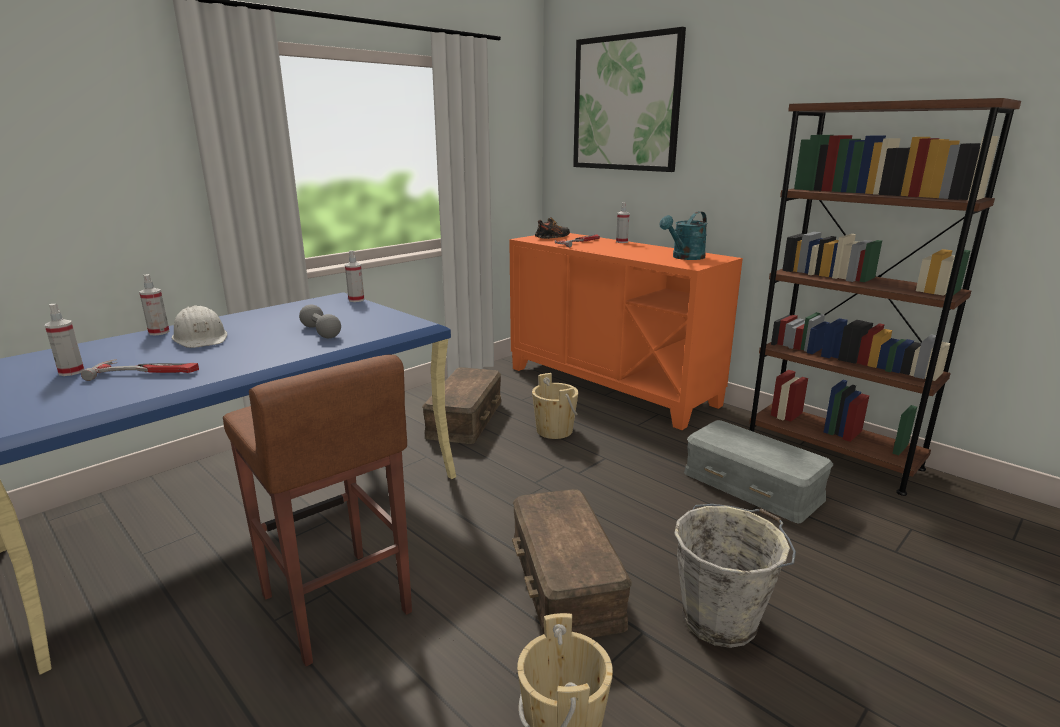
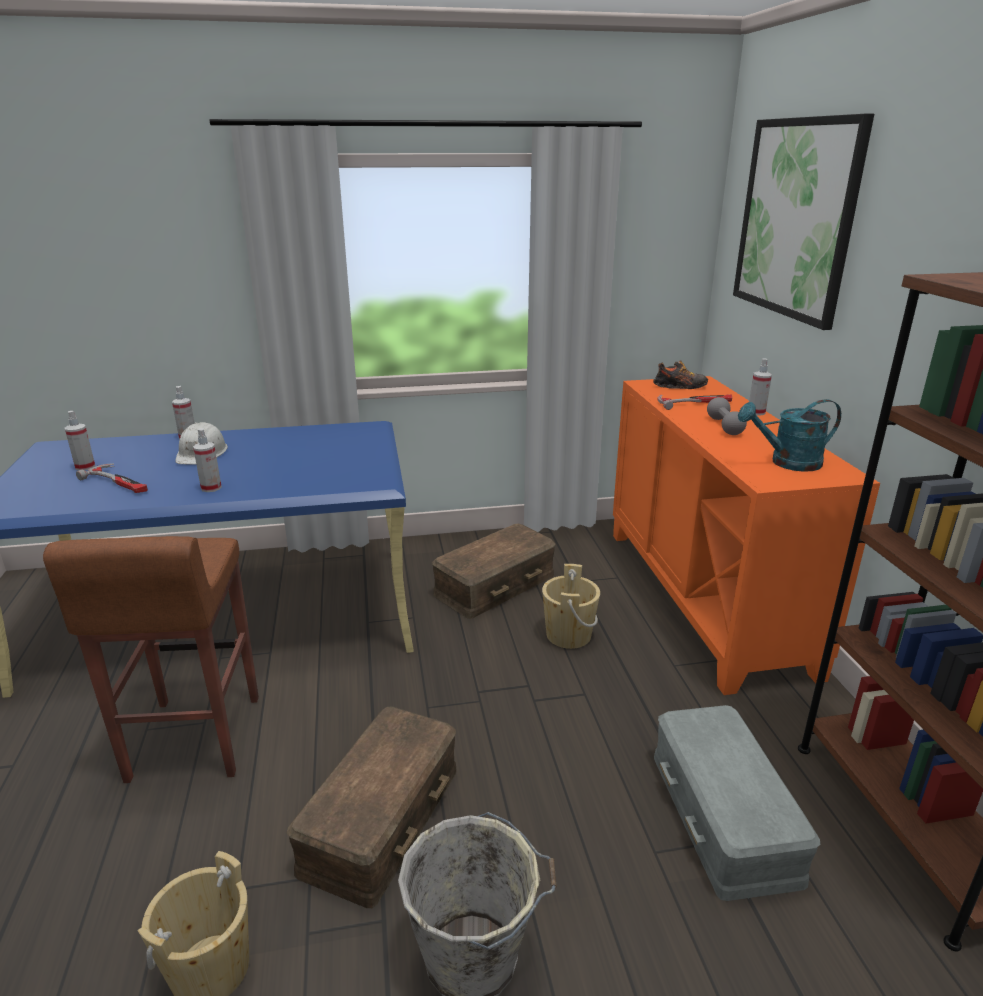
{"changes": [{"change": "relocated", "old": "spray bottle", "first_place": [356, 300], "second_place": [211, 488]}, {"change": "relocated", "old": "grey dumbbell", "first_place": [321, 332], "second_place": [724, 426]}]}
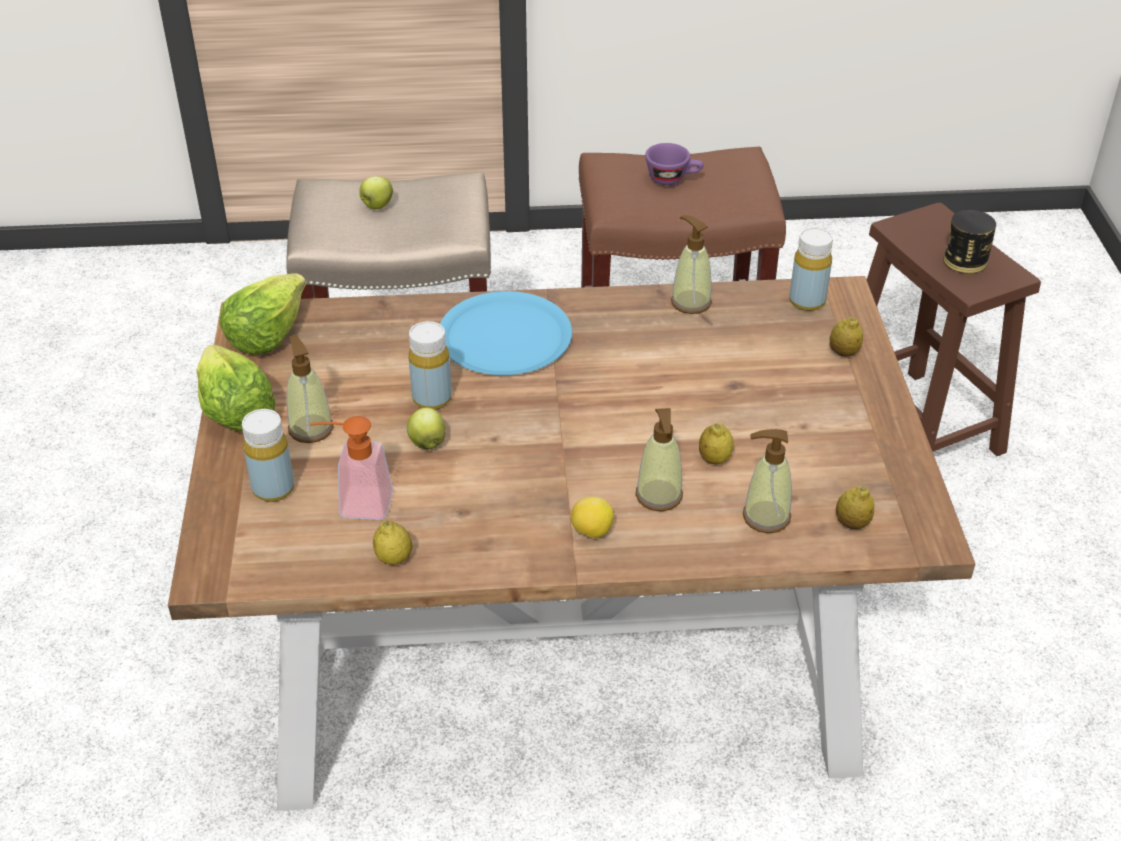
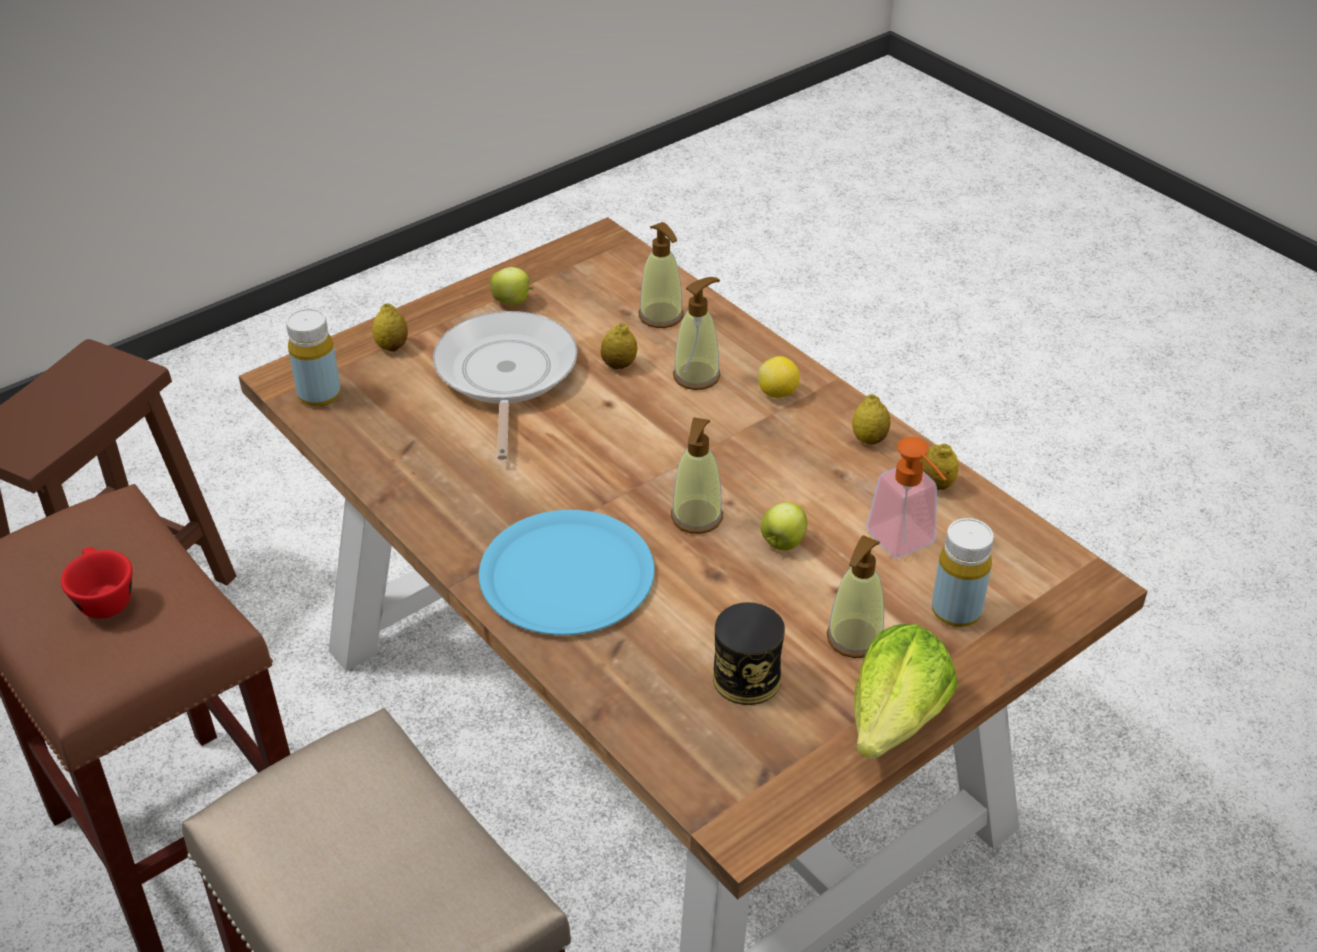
{"changes": [{"change": "colour", "old": "purple cup", "new": "red cup", "first_place": [673, 179], "second_place": [102, 597]}, {"change": "appeared", "new": "frying pan", "second_place": [505, 375]}, {"change": "relocated", "old": "apple", "first_place": [376, 206], "second_place": [513, 302]}, {"change": "relocated", "old": "soap dispenser", "first_place": [690, 302], "second_place": [696, 517]}, {"change": "relocated", "old": "can", "first_place": [965, 261], "second_place": [746, 678]}, {"change": "relocated", "old": "lemon", "first_place": [852, 523], "second_place": [869, 439]}, {"change": "missing", "old": "lettuce", "first_place": [266, 333]}, {"change": "missing", "old": "yellow bottle", "first_place": [432, 398]}]}
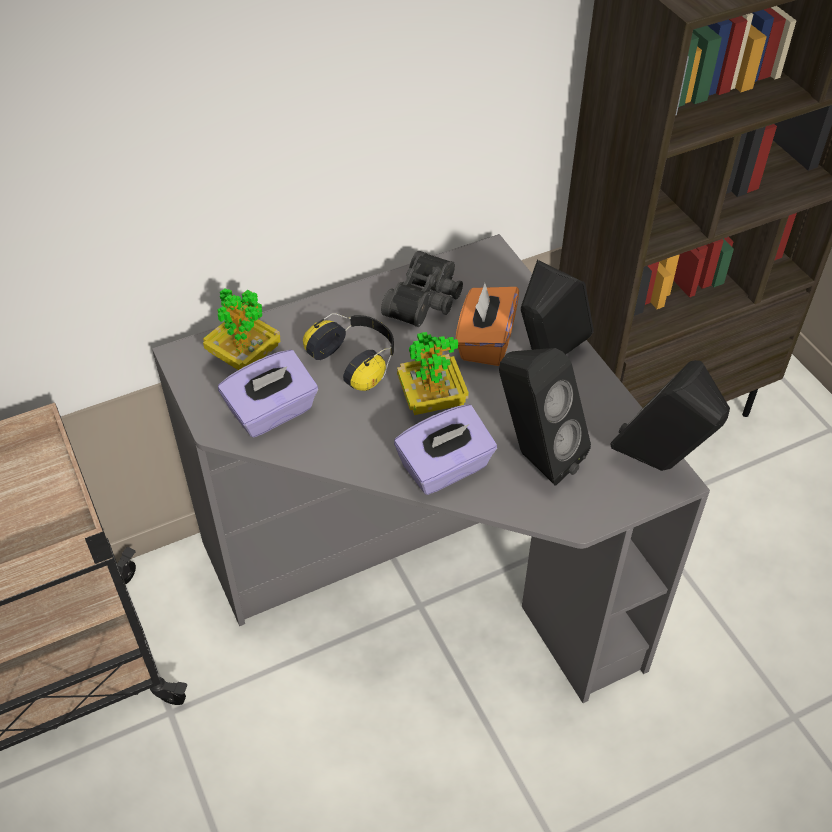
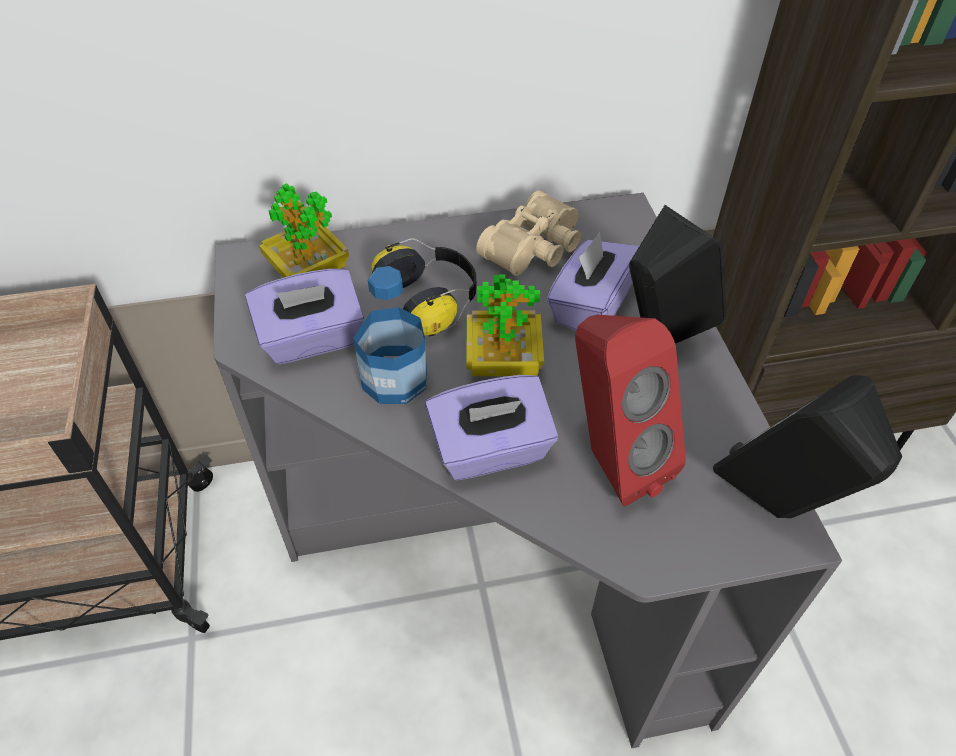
{"changes": [{"change": "appeared", "new": "bottle", "second_place": [395, 379]}, {"change": "colour", "old": "black binoculars", "new": "beige binoculars", "first_place": [427, 301], "second_place": [536, 249]}, {"change": "colour", "old": "orange tissue box", "new": "purple tissue box", "first_place": [485, 341], "second_place": [590, 306]}, {"change": "colour", "old": "black speaker", "new": "red speaker", "first_place": [535, 456], "second_place": [610, 460]}]}
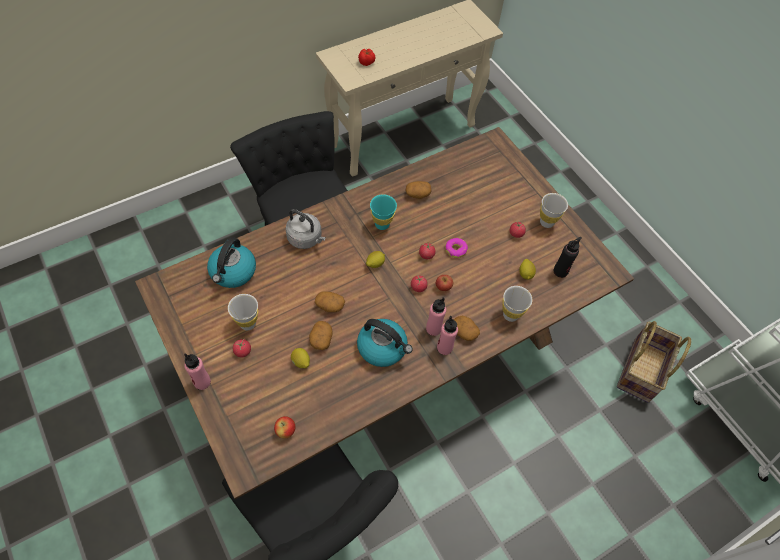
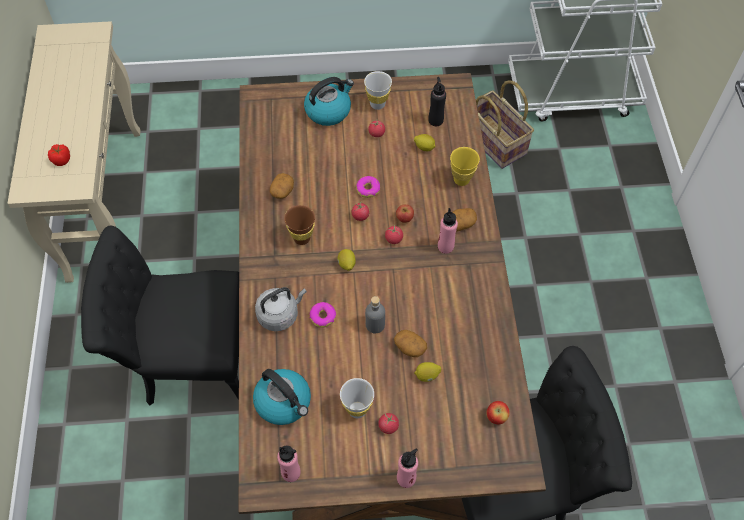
{"changes": [{"change": "relocated", "old": "pink bottle", "first_place": [444, 348], "second_place": [291, 473]}, {"change": "colour", "old": "turquoise cup", "new": "brown cup", "first_place": [382, 224], "second_place": [302, 238]}, {"change": "relocated", "old": "kettle", "first_place": [383, 348], "second_place": [328, 111]}, {"change": "appeared", "new": "donut", "second_place": [323, 316]}, {"change": "exchanged", "old": "potato", "new": "grey bottle", "first_place": [329, 306], "second_place": [375, 325]}, {"change": "colour", "old": "white cup", "new": "yellow cup", "first_place": [510, 315], "second_place": [461, 180]}]}
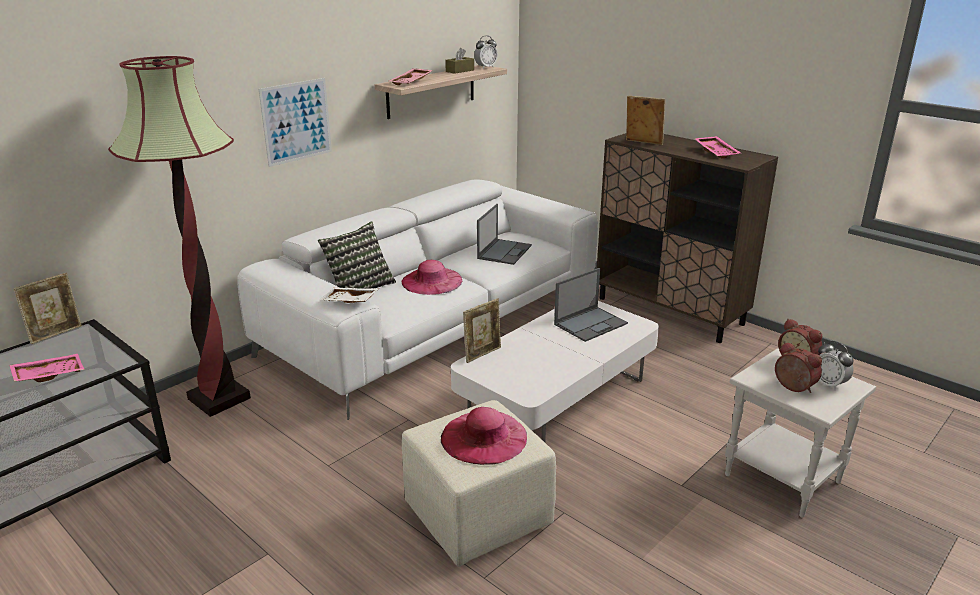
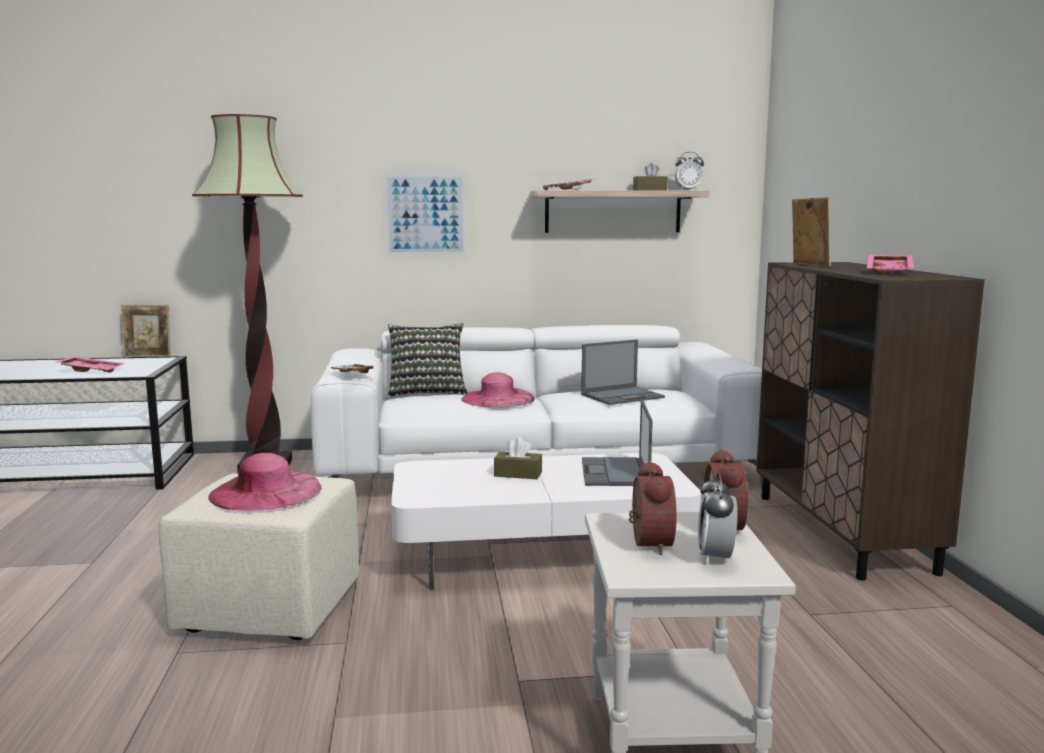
{"changes": [{"change": "appeared", "new": "brown tissue box", "second_place": [518, 474]}, {"change": "spun", "old": "laptop", "first_place": [591, 324], "second_place": [615, 473], "degrees": 90}, {"change": "missing", "old": "picture frame", "first_place": [482, 354]}]}
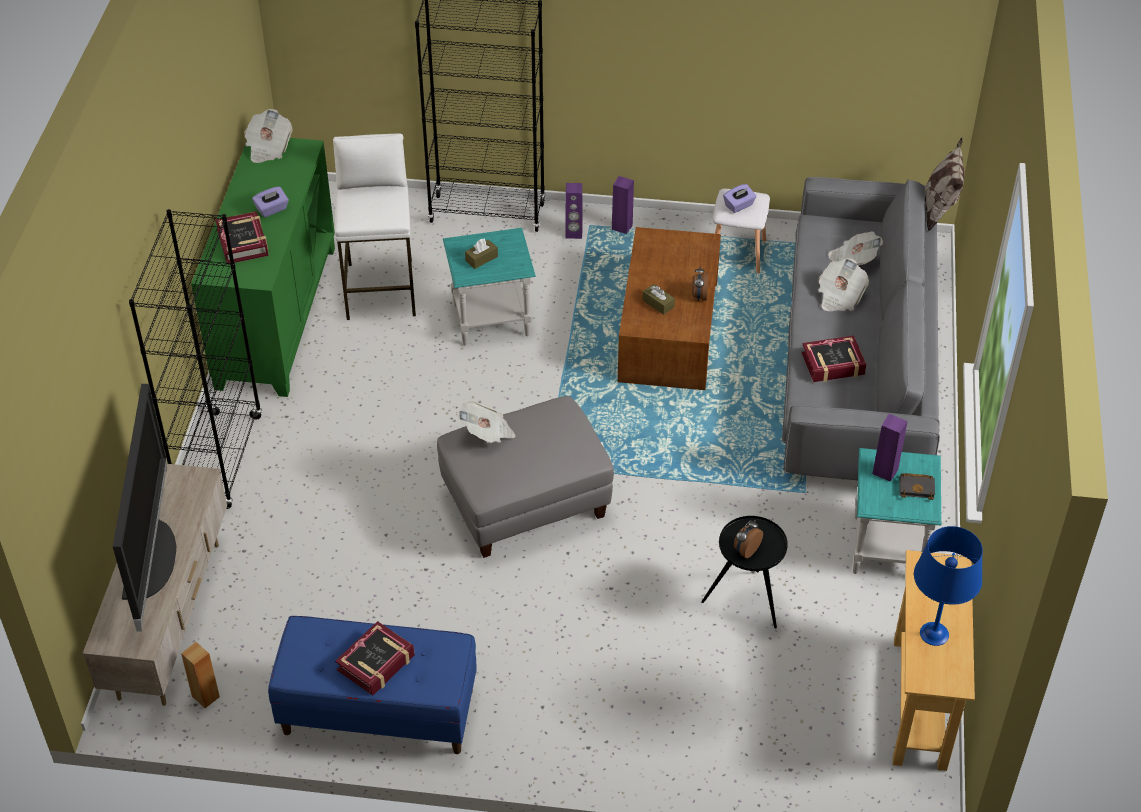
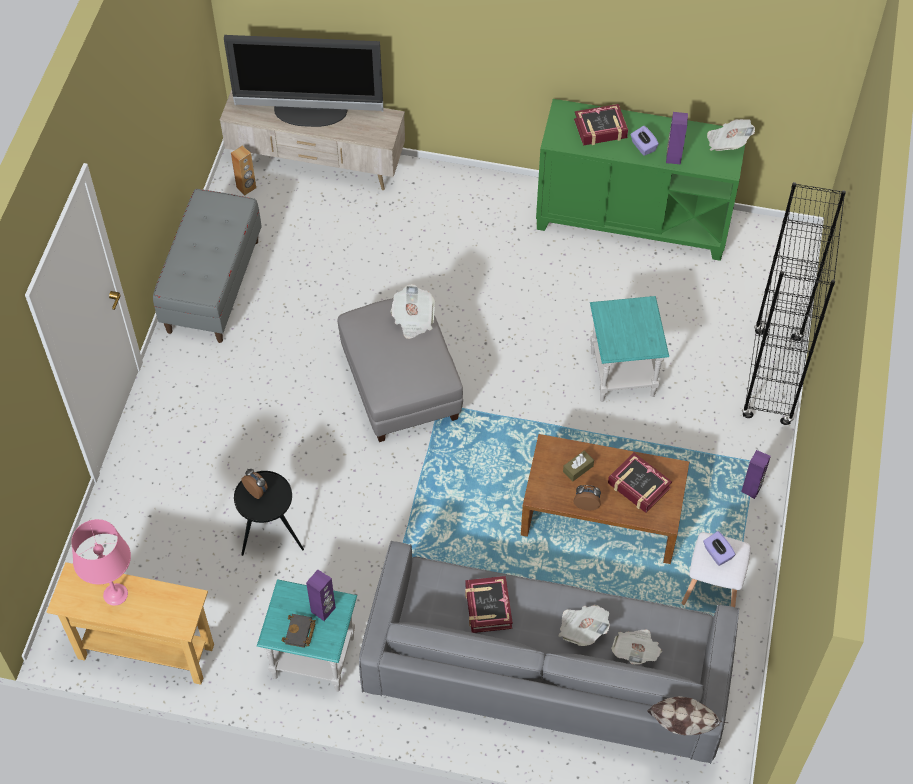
{"changes": [{"change": "colour", "old": "blue table lamp", "new": "pink table lamp", "first_place": [934, 633], "second_place": [115, 595]}, {"change": "colour", "old": "blue bench", "new": "grey bench", "first_place": [378, 712], "second_place": [213, 285]}, {"change": "relocated", "old": "book", "first_place": [376, 663], "second_place": [638, 486]}, {"change": "relocated", "old": "purple speaker", "first_place": [574, 233], "second_place": [673, 157]}, {"change": "missing", "old": "black bookcase", "first_place": [220, 460]}, {"change": "missing", "old": "white stool", "first_place": [381, 289]}, {"change": "missing", "old": "brown tissue box", "first_place": [481, 258]}]}
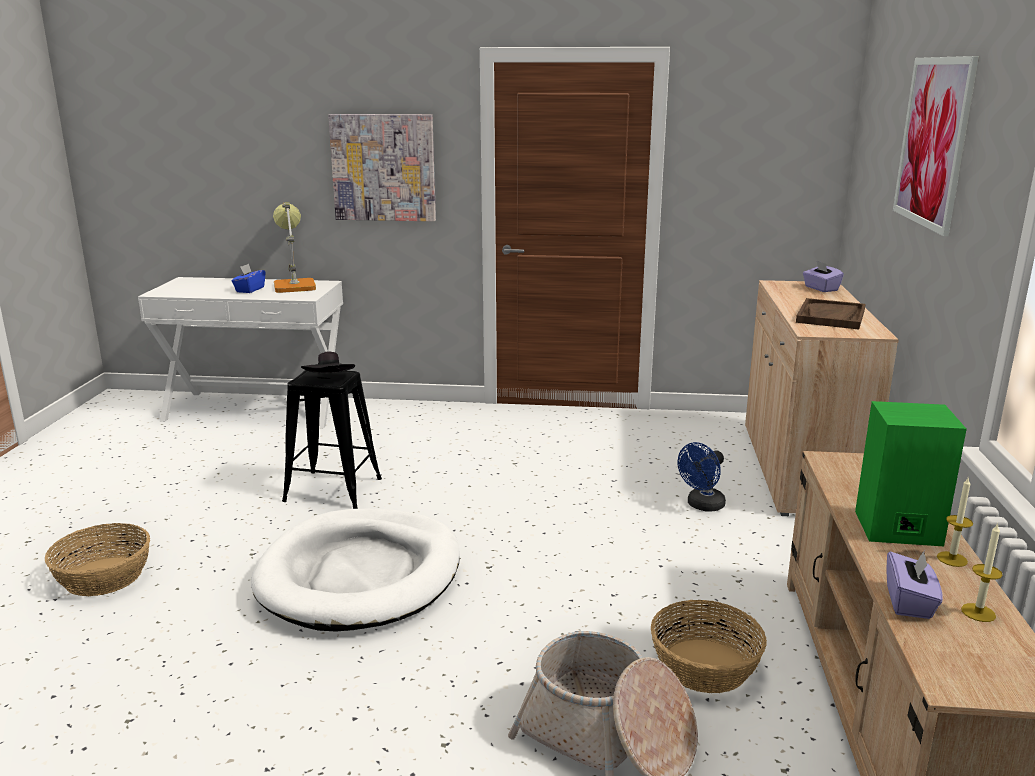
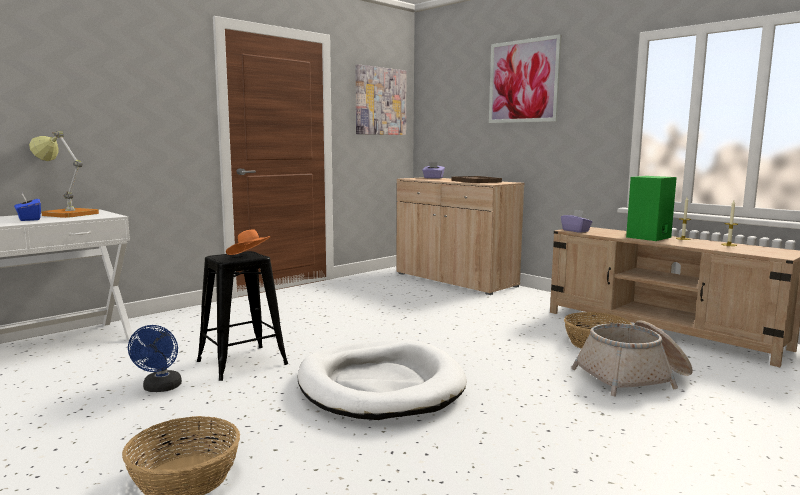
{"changes": [{"change": "relocated", "old": "blue fan", "first_place": [702, 506], "second_place": [160, 388]}, {"change": "colour", "old": "black hat", "new": "orange hat", "first_place": [330, 381], "second_place": [249, 256]}, {"change": "relocated", "old": "picture", "first_place": [383, 167], "second_place": [380, 101]}, {"change": "relocated", "old": "purple tissue box", "first_place": [909, 602], "second_place": [576, 231]}]}
